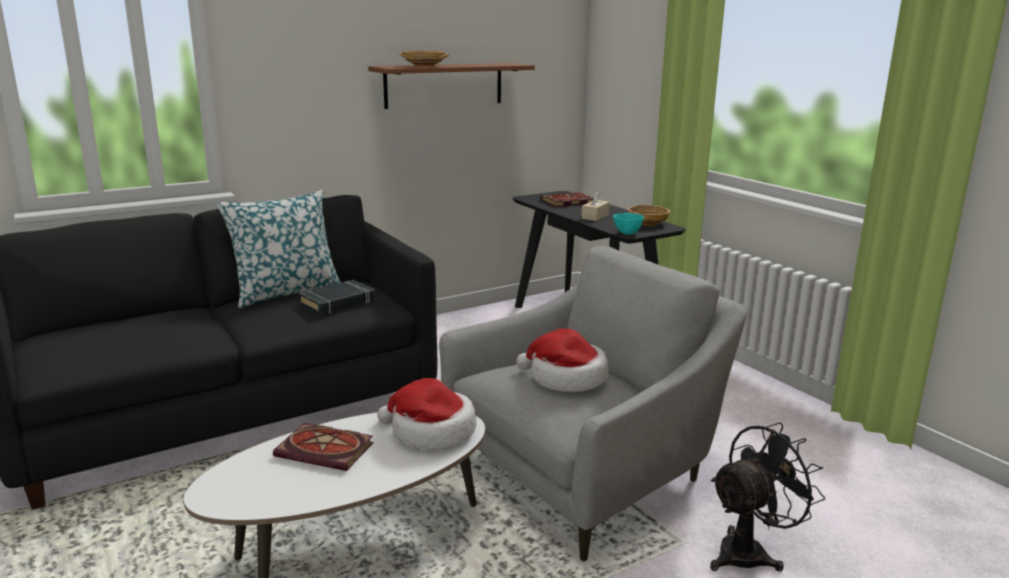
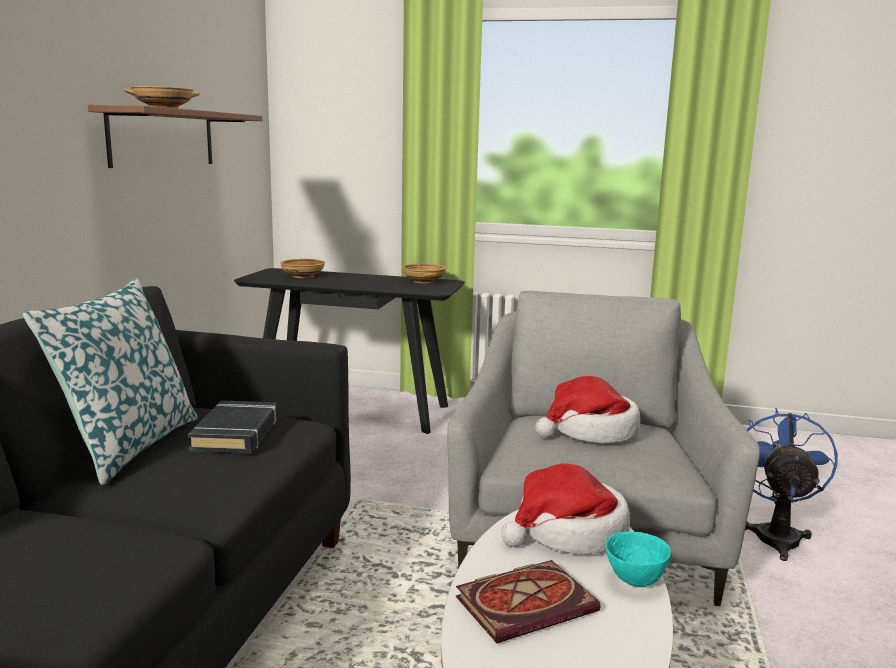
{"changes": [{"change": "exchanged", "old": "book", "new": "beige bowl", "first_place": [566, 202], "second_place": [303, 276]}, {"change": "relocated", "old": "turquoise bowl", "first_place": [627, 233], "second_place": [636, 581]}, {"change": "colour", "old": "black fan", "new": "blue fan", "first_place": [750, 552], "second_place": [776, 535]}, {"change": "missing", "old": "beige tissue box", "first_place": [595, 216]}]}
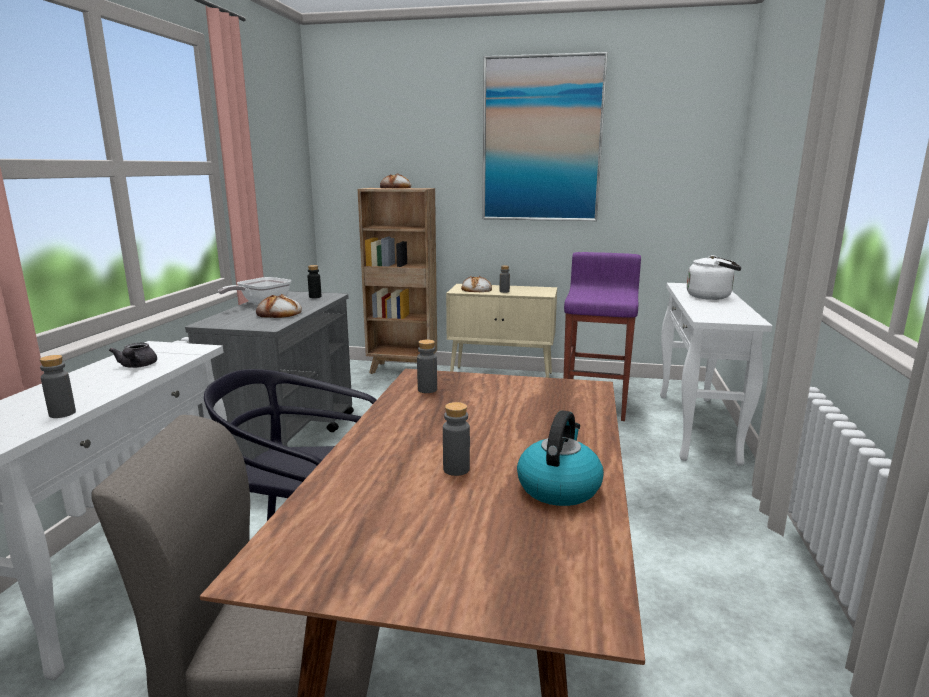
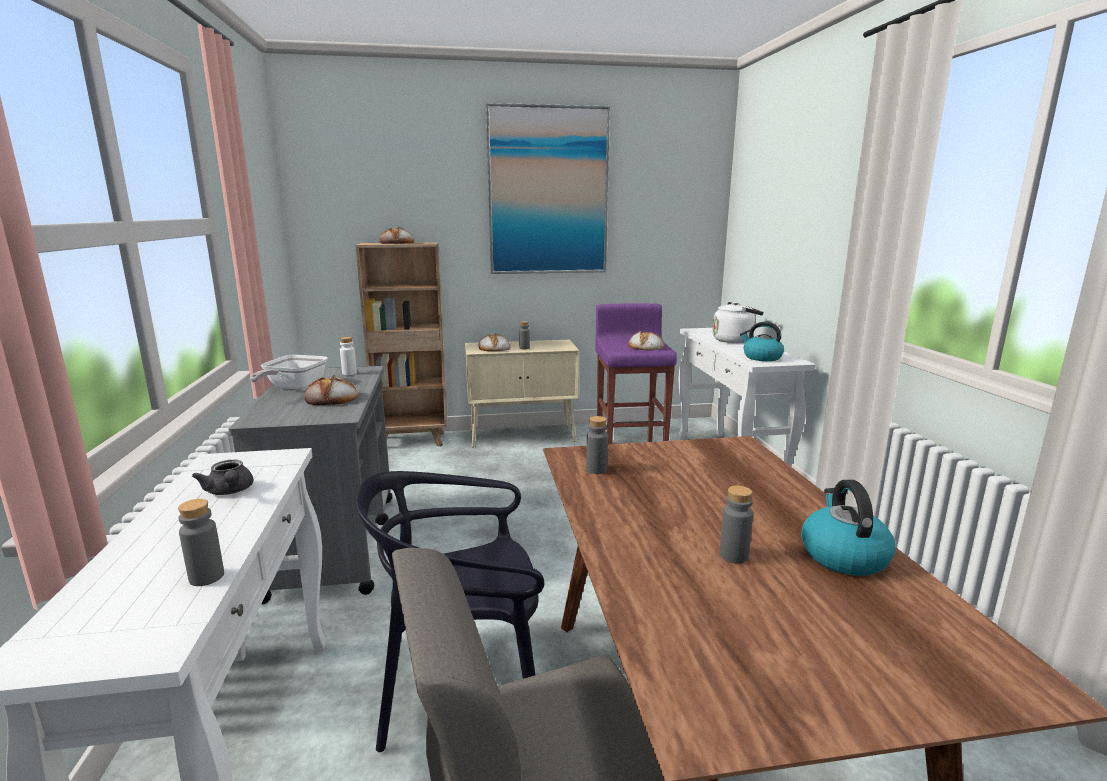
{"changes": [{"change": "colour", "old": "black bottle", "new": "white bottle", "first_place": [315, 297], "second_place": [349, 373]}, {"change": "appeared", "new": "bread", "second_place": [645, 347]}, {"change": "appeared", "new": "kettle", "second_place": [761, 357]}]}
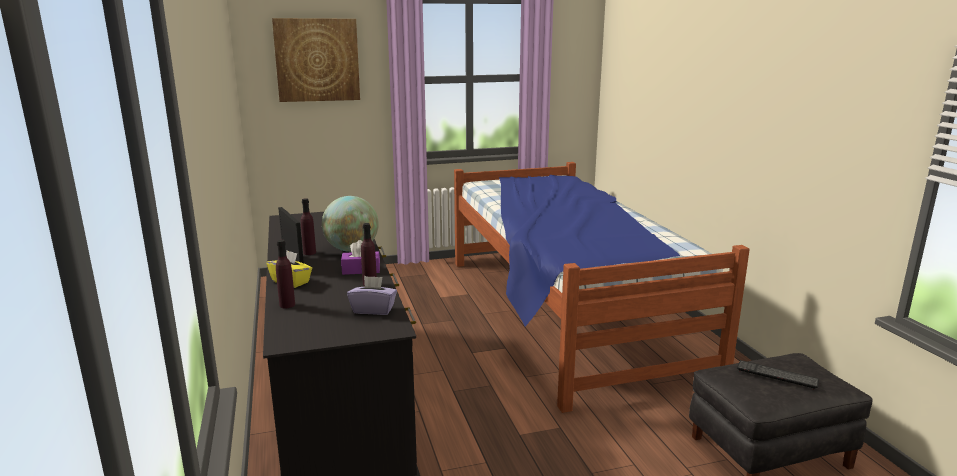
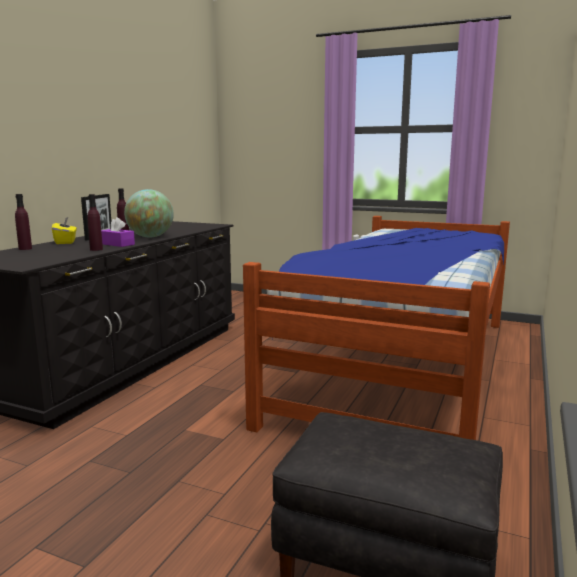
{"changes": [{"change": "missing", "old": "picture", "first_place": [317, 60]}, {"change": "missing", "old": "purple tissue box", "first_place": [373, 310]}, {"change": "missing", "old": "keyboard", "first_place": [777, 375]}]}
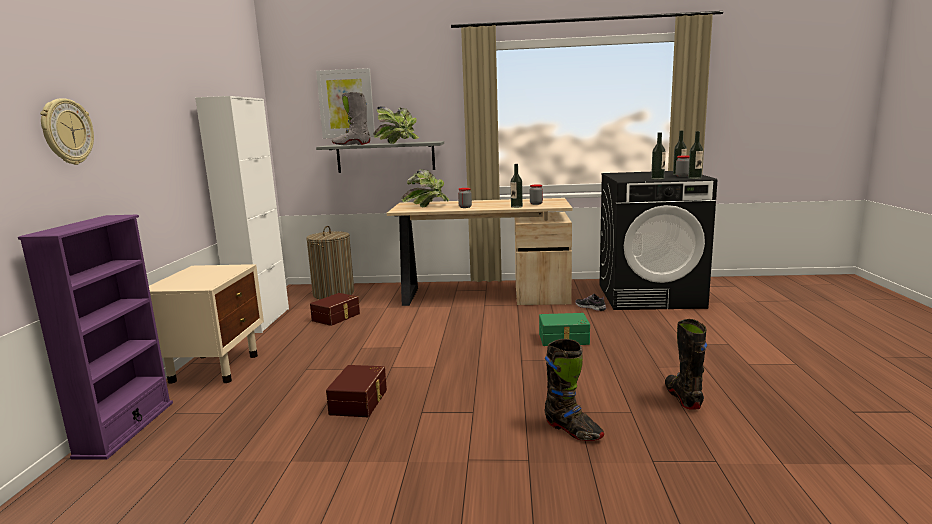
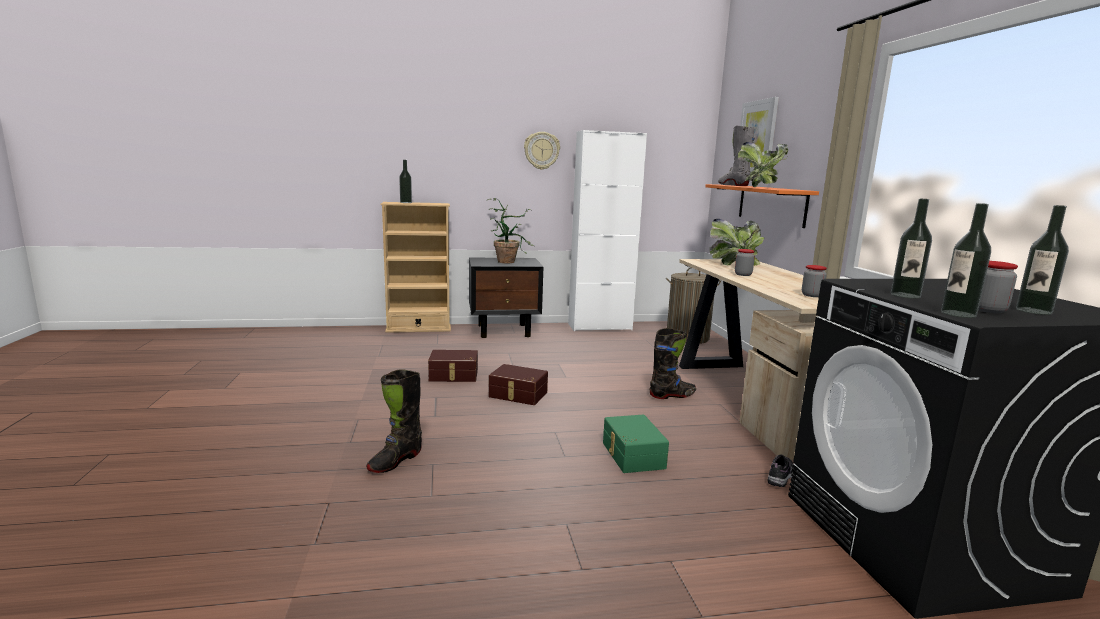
{"changes": [{"change": "colour", "old": "purple bookcase", "new": "beige bookcase", "first_place": [125, 429], "second_place": [418, 329]}, {"change": "relocated", "old": "bottle", "first_place": [516, 206], "second_place": [406, 202]}, {"change": "colour", "old": "beige nightstand", "new": "black nightstand", "first_place": [215, 367], "second_place": [504, 330]}, {"change": "appeared", "new": "potted plant", "second_place": [508, 261]}, {"change": "relocated", "old": "brown storage box", "first_place": [337, 317], "second_place": [517, 395]}, {"change": "relocated", "old": "wall clock", "first_place": [66, 132], "second_place": [541, 150]}, {"change": "relocated", "old": "black boot", "first_place": [683, 397], "second_place": [672, 395]}, {"change": "colour", "old": "grey shelf", "new": "orange shelf", "first_place": [385, 157], "second_place": [771, 204]}]}
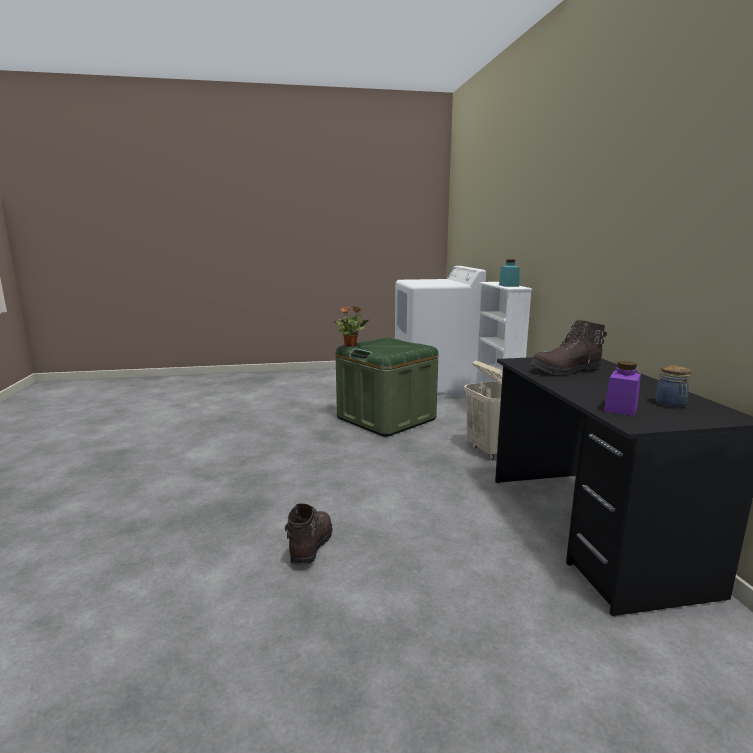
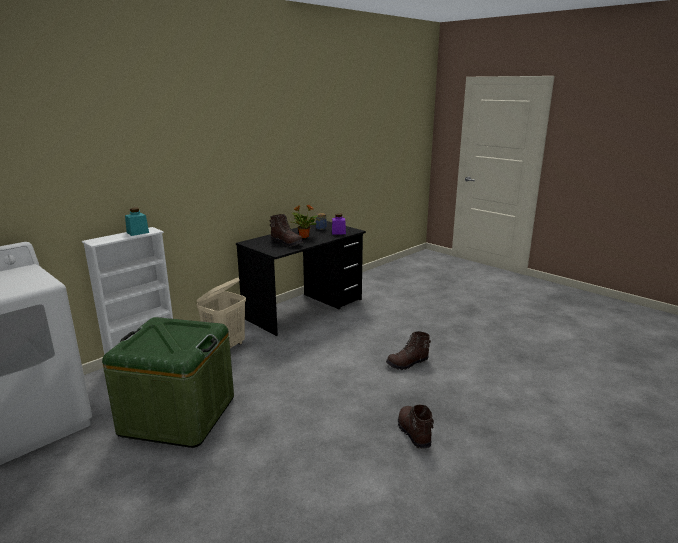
{"changes": [{"change": "relocated", "old": "potted plant", "first_place": [351, 345], "second_place": [303, 236]}, {"change": "appeared", "new": "brown boot", "second_place": [413, 433]}]}
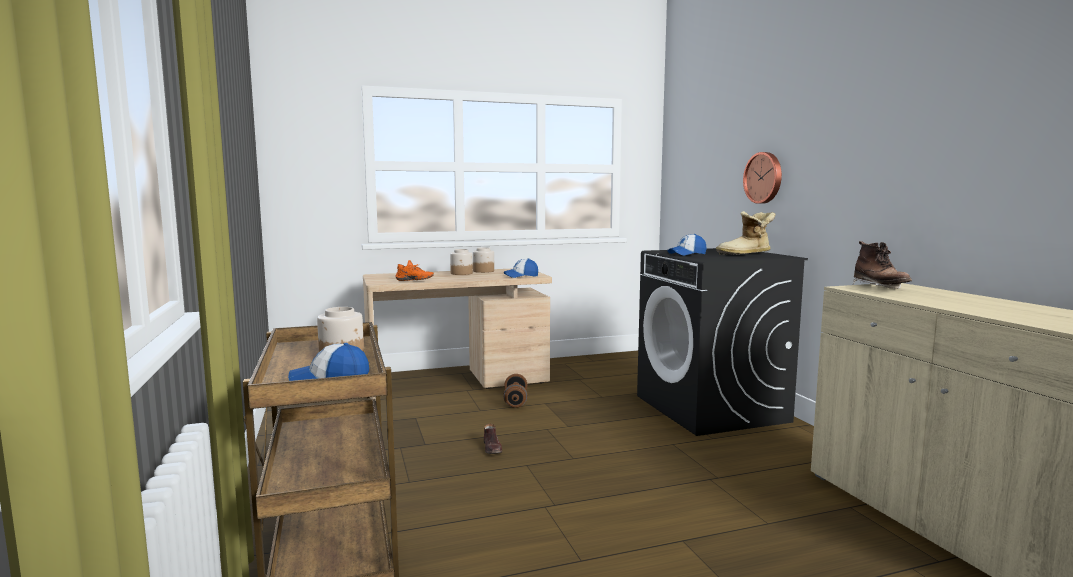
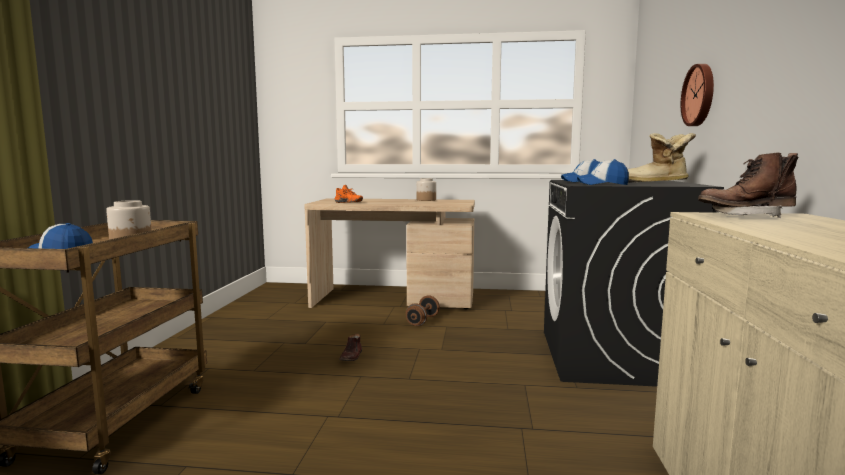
{"changes": [{"change": "relocated", "old": "cap", "first_place": [521, 276], "second_place": [602, 184]}, {"change": "spun", "old": "brown boot", "first_place": [879, 288], "second_place": [745, 216], "degrees": 75}, {"change": "missing", "old": "jar", "first_place": [461, 273]}]}
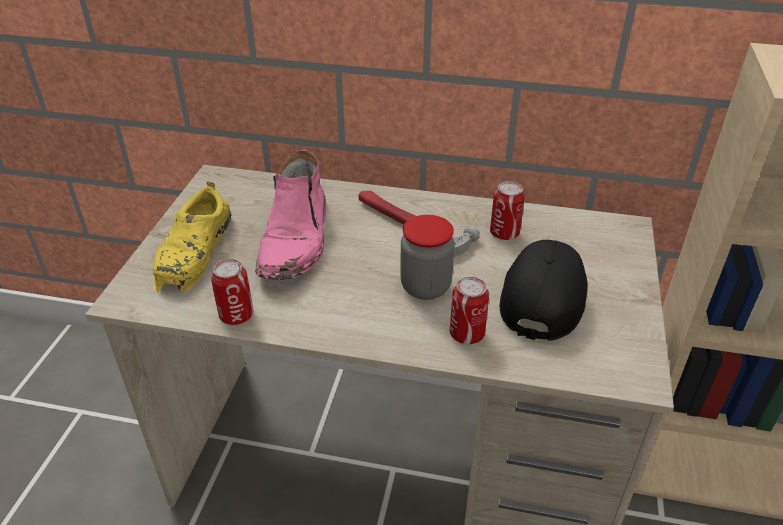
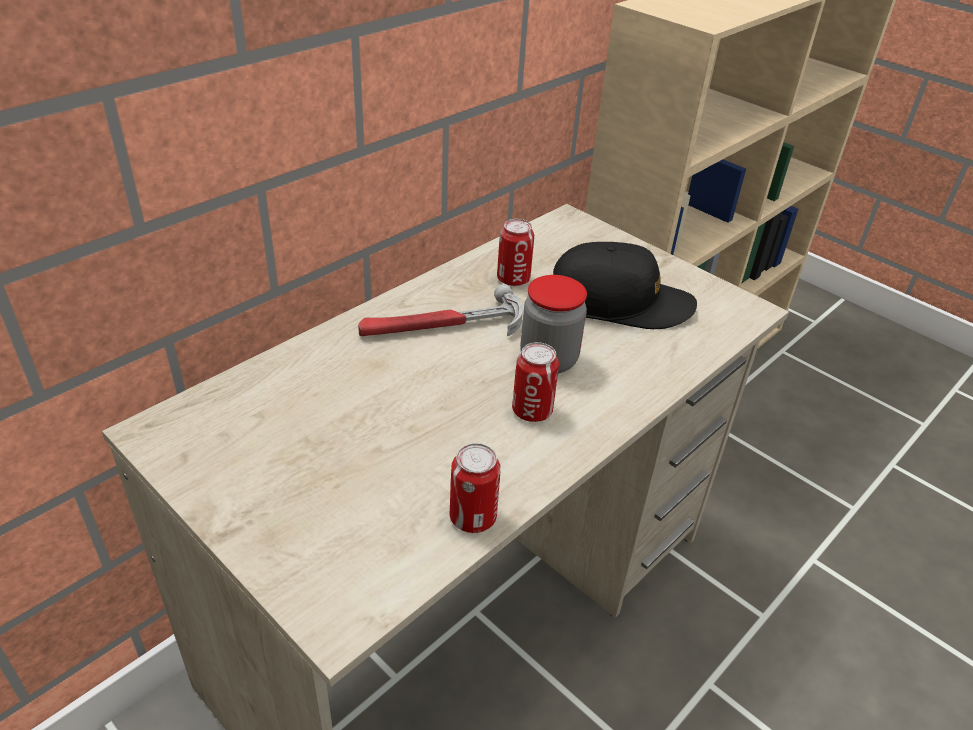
{"changes": [{"change": "relocated", "old": "can", "first_place": [467, 334], "second_place": [532, 411]}, {"change": "spun", "old": "black cap", "first_place": [544, 295], "second_place": [619, 302], "degrees": 135}, {"change": "missing", "old": "yellow shoe", "first_place": [194, 252]}, {"change": "missing", "old": "pink boot", "first_place": [296, 241]}]}
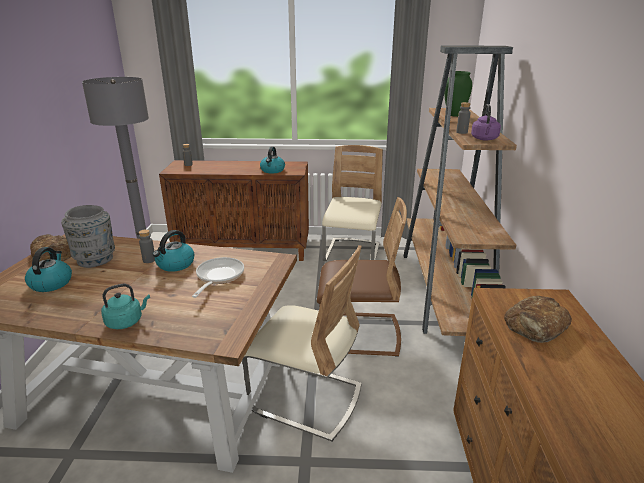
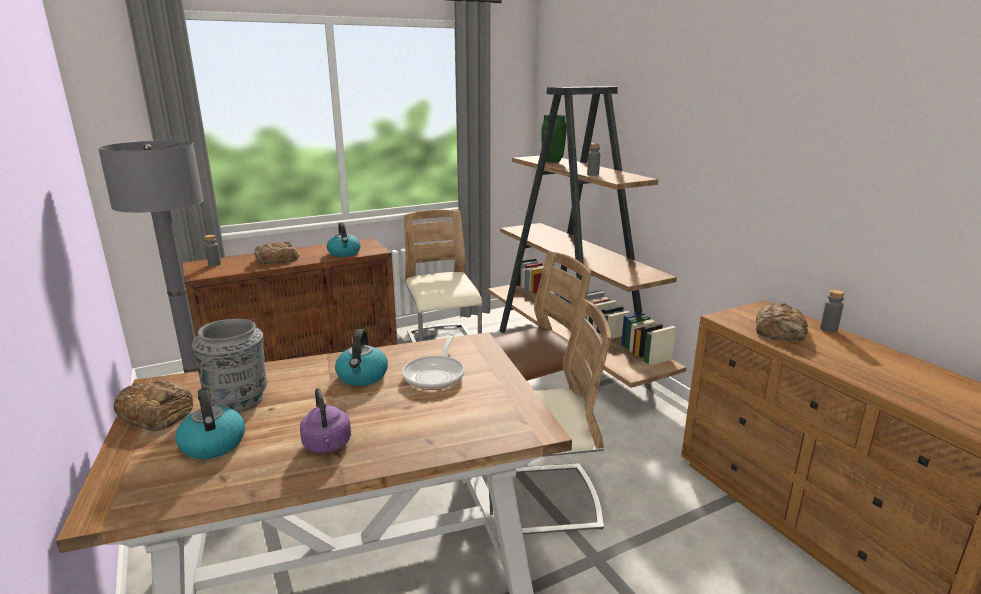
{"changes": [{"change": "appeared", "new": "bread", "second_place": [276, 259]}, {"change": "relocated", "old": "purple kettle", "first_place": [484, 139], "second_place": [327, 446]}, {"change": "spun", "old": "frying pan", "first_place": [218, 277], "second_place": [436, 374], "degrees": -150}, {"change": "relocated", "old": "grey bottle", "first_place": [149, 260], "second_place": [828, 329]}, {"change": "missing", "old": "turquoise kettle", "first_place": [126, 321]}]}
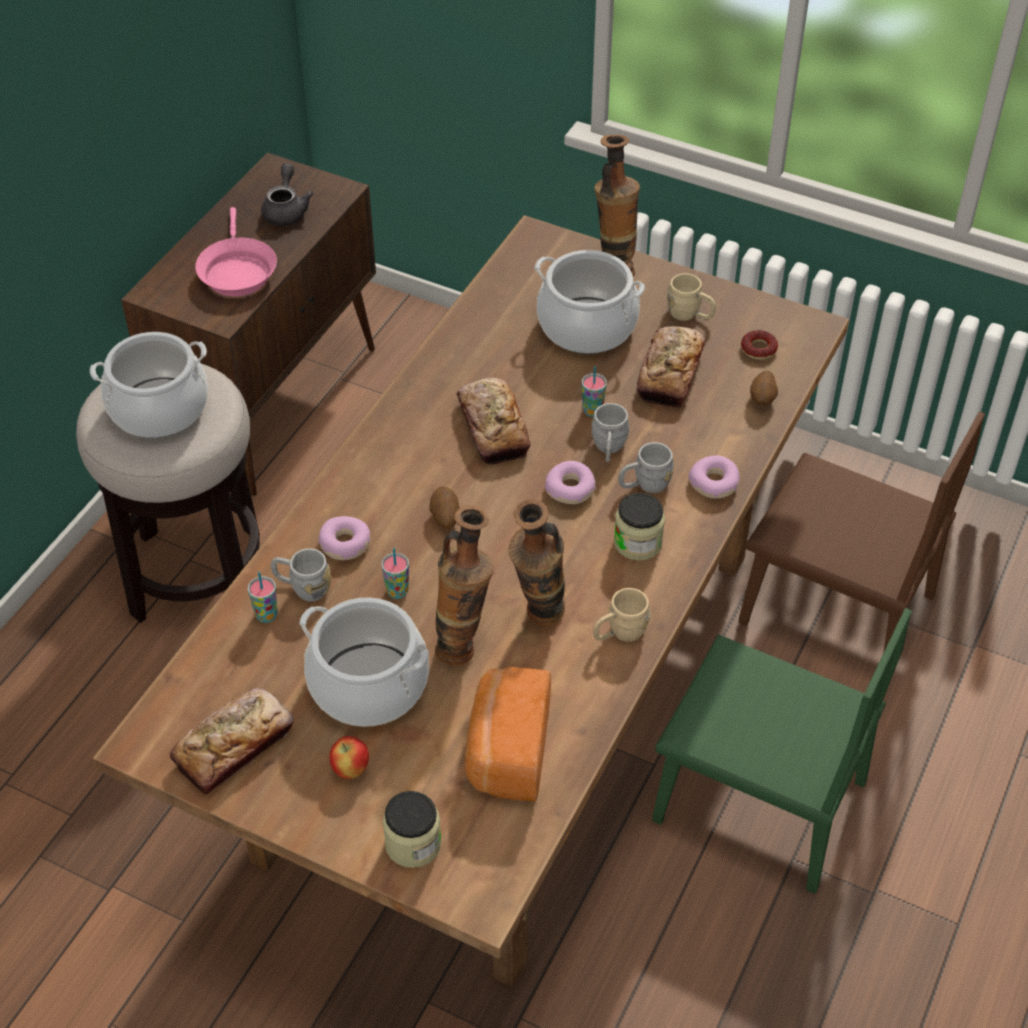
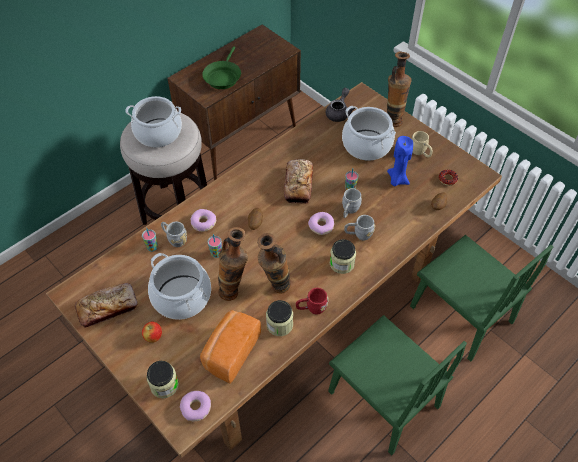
{"changes": [{"change": "relocated", "old": "donut", "first_place": [714, 483], "second_place": [196, 408]}, {"change": "colour", "old": "pink frying pan", "new": "green frying pan", "first_place": [237, 271], "second_place": [223, 77]}, {"change": "appeared", "new": "jar", "second_place": [279, 324]}, {"change": "colour", "old": "beige mug", "new": "red mug", "first_place": [619, 633], "second_place": [311, 308]}, {"change": "relocated", "old": "grey teapot", "first_place": [286, 210], "second_place": [339, 112]}, {"change": "exchanged", "old": "bread", "new": "blue candle", "first_place": [670, 373], "second_place": [397, 180]}, {"change": "colour", "old": "brown chair", "new": "green chair", "first_place": [836, 609], "second_place": [461, 314]}]}
